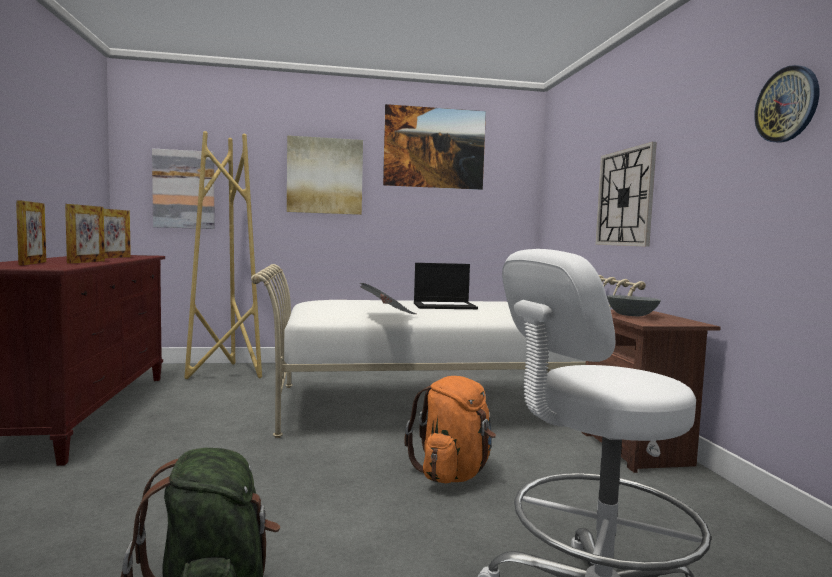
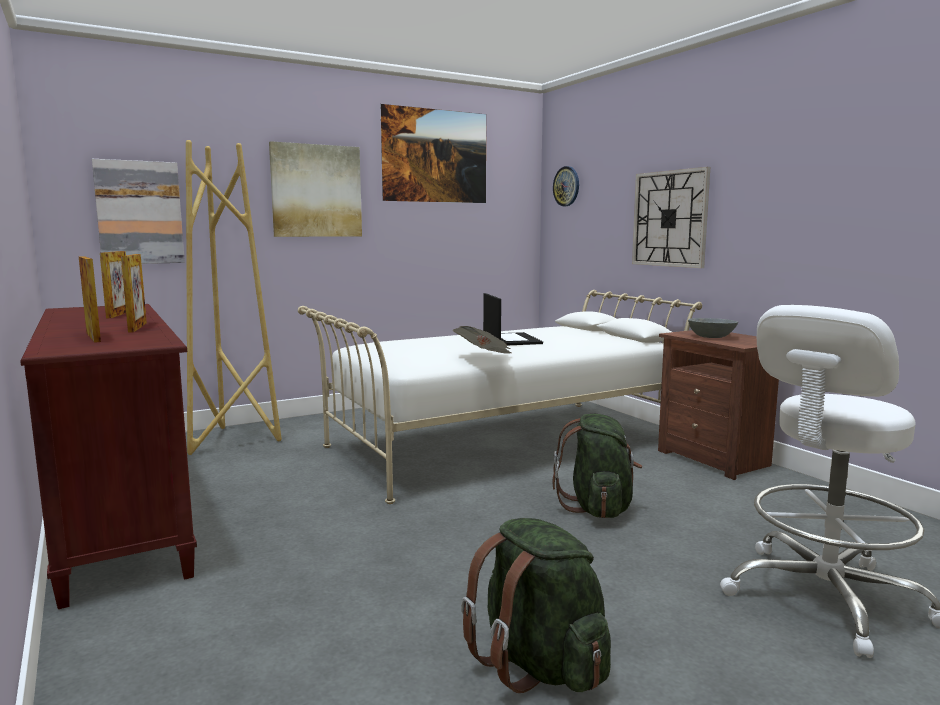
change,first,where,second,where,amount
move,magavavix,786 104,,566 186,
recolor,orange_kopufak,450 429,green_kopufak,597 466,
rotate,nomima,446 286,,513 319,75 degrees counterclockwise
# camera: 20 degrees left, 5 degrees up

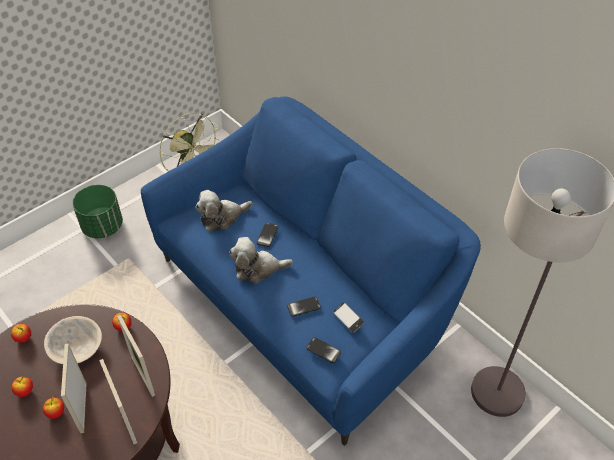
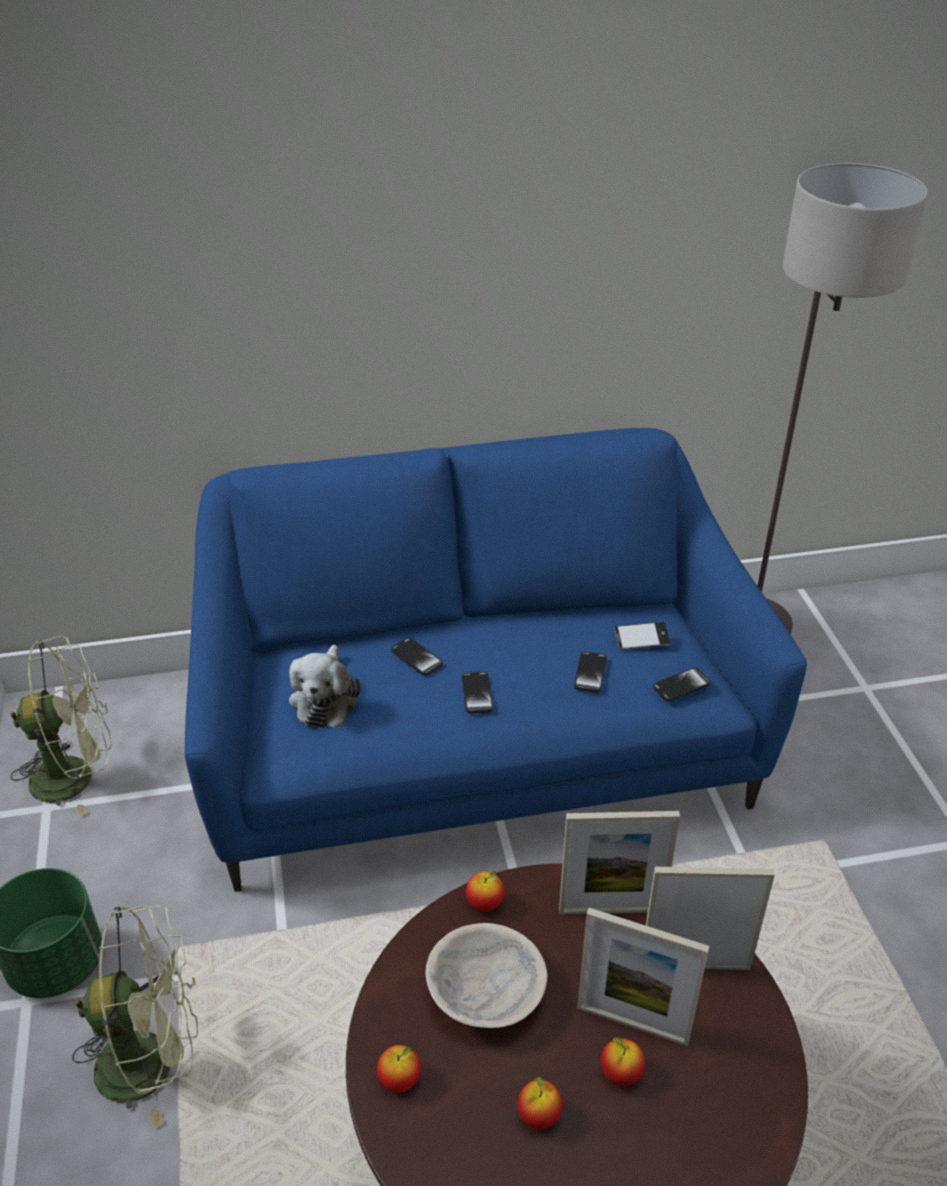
change,first,where,second,where,amount
insert,,,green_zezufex,135 1016,
replace,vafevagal,261 260,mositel,477 693,
# camera: 60 degrees left, 10 degrees down

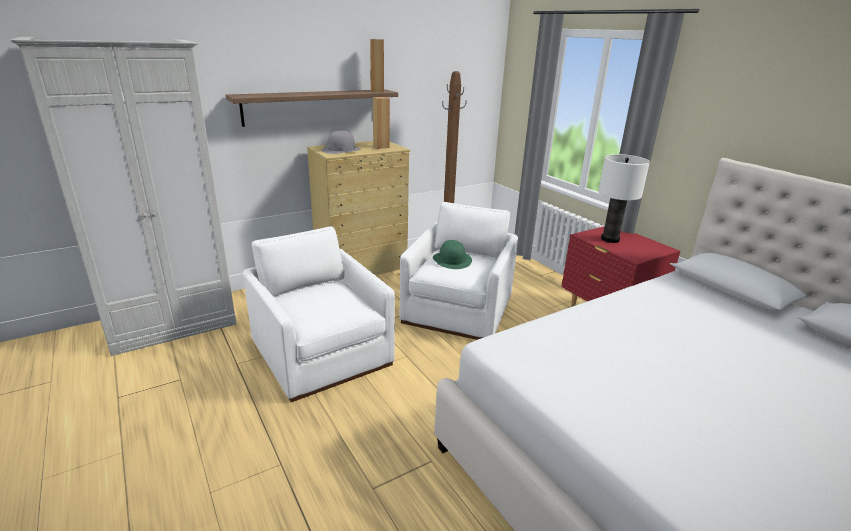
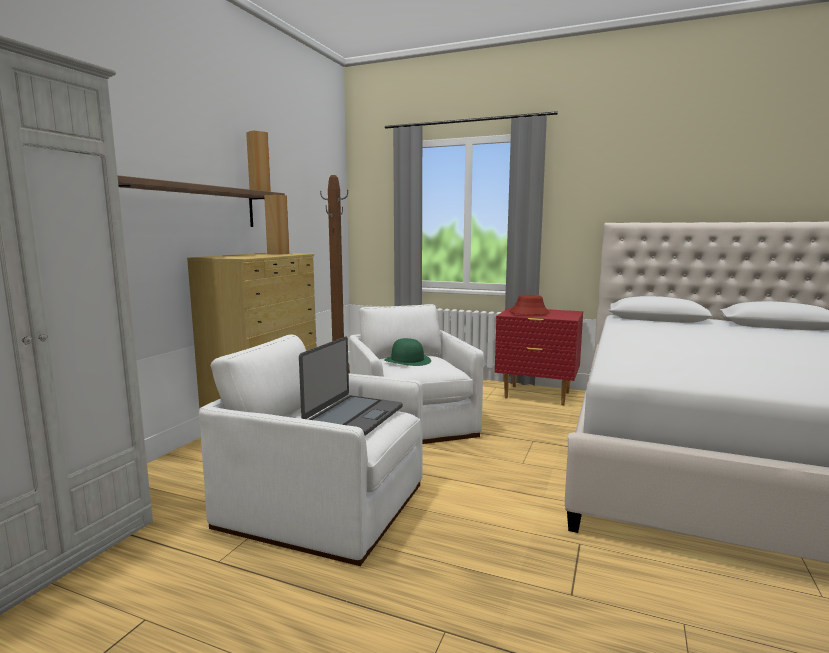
change,first,where,second,where,amount
delete,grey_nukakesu,341 142,,,
insert,,,nomima,351 386,
replace,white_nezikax,624 198,red_nukakesu,529 305,
# camera: 35 degrees left, 15 degrees down

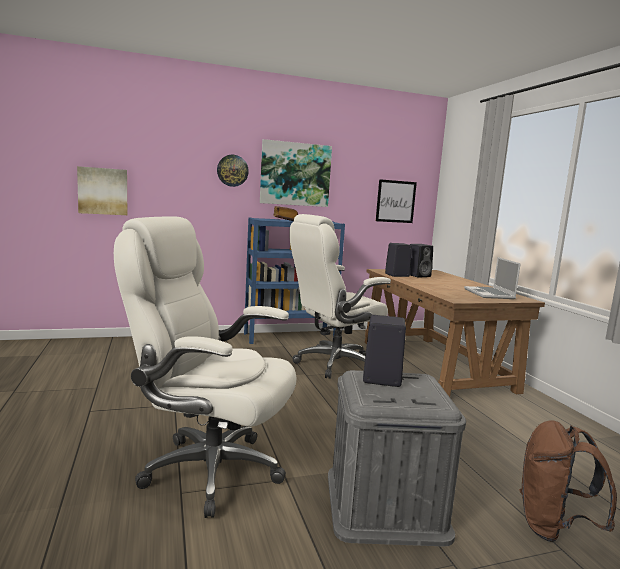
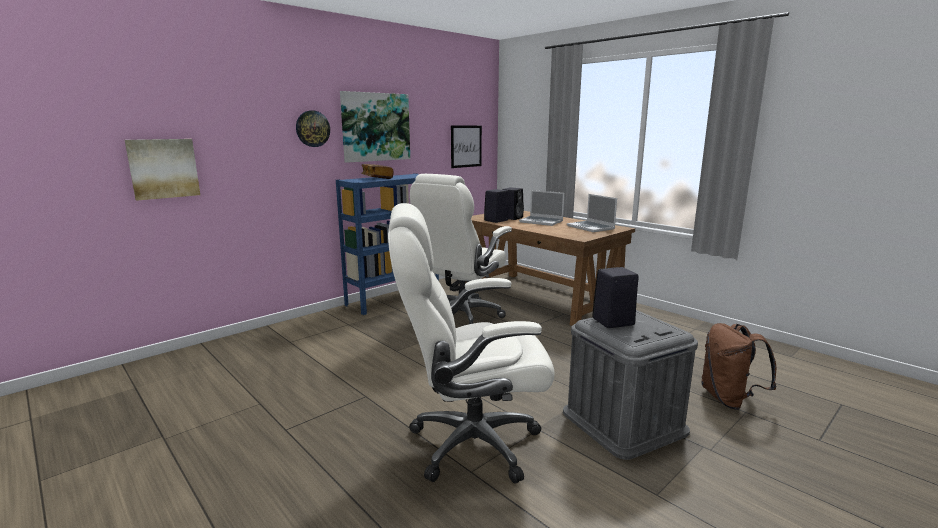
change,first,where,second,where,amount
insert,,,nomima,541 208,
# camera: 25 degrees left, 5 degrees up

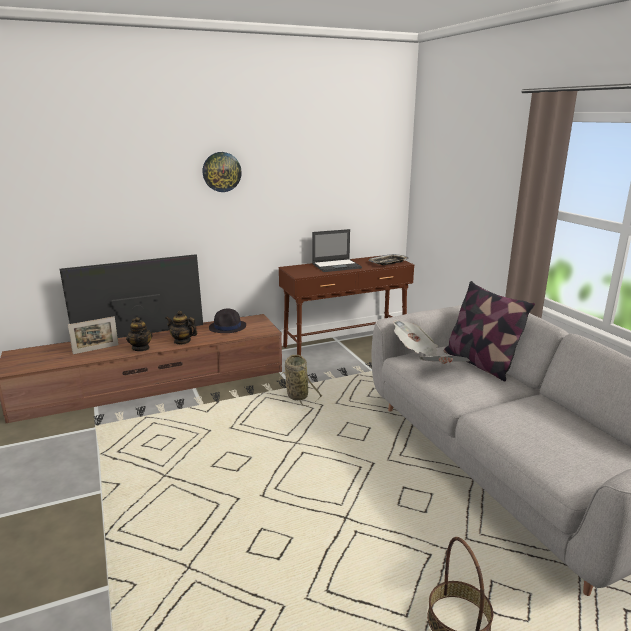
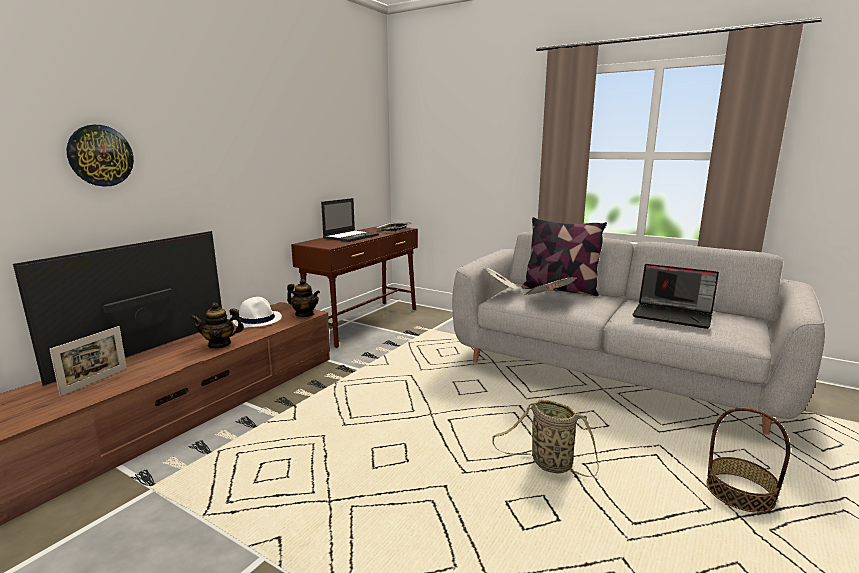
change,first,where,second,where,amount
insert,,,nomima,675 296,
move,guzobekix,139 334,,303 298,
move,magavavix,222 172,,100 156,
move,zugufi,300 380,,545 438,
recolor,black_nukakesu,227 320,white_nukakesu,257 312,
# camera: 35 degrees left, 5 degrees down

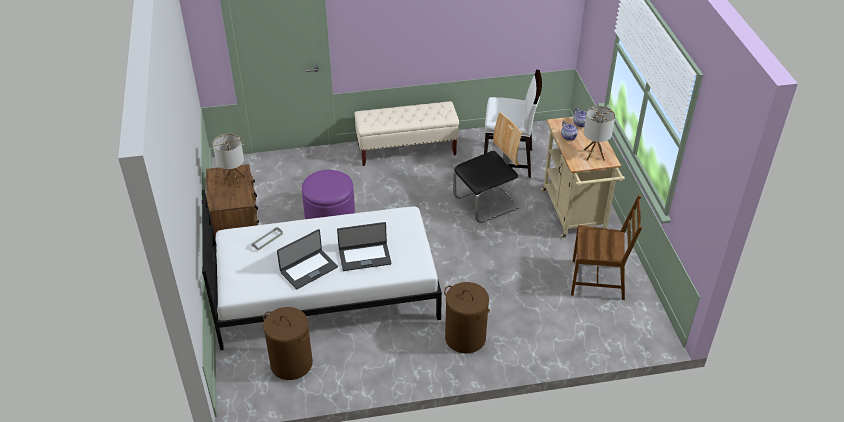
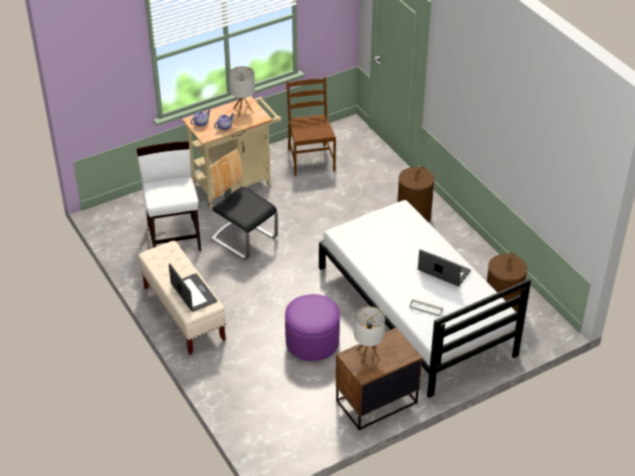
change,first,where,second,where,amount
move,nomima,364 246,,193 288,
# camera: 110 degrees left, 0 degrees up

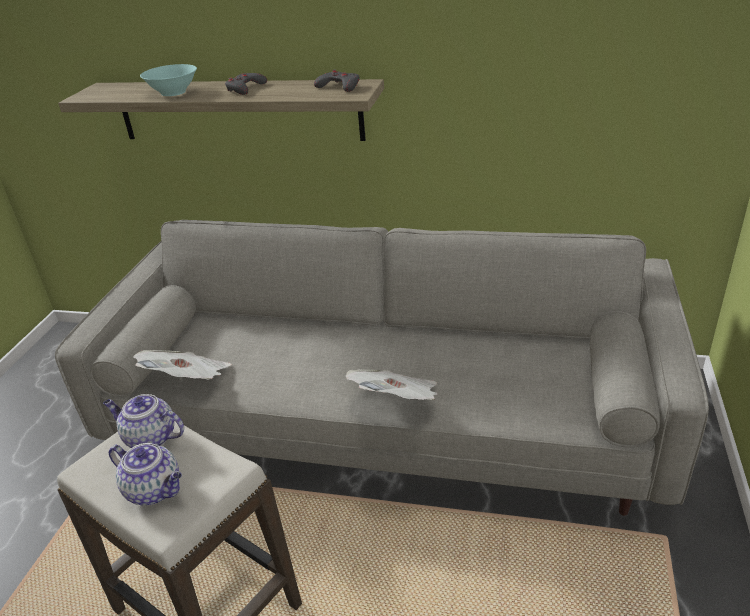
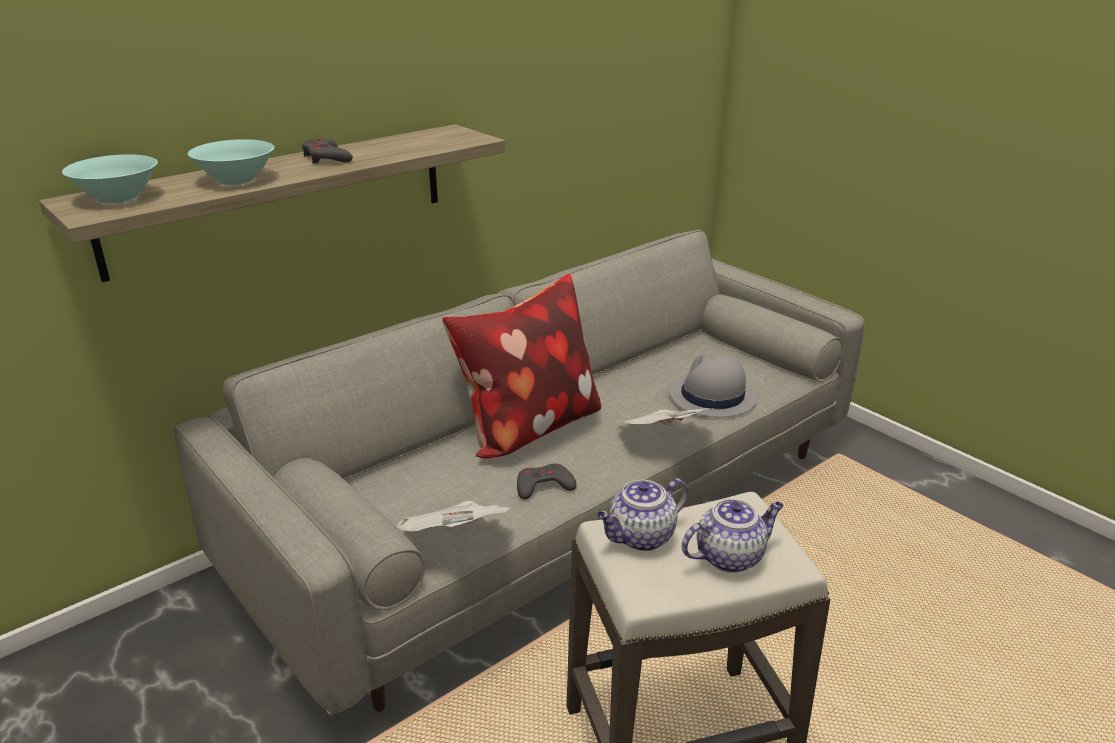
change,first,where,second,where,amount
insert,,,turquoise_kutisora,110 179,
insert,,,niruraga,521 366,
insert,,,grey_nukakesu,713 385,
move,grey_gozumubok,337 81,,546 481,
# camera: 55 degrees left, 5 degrees down

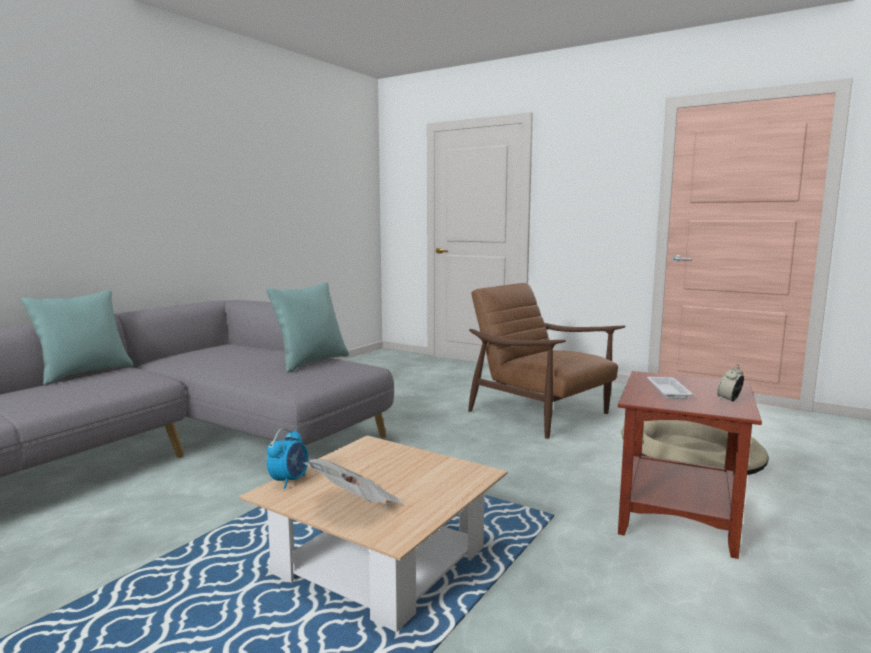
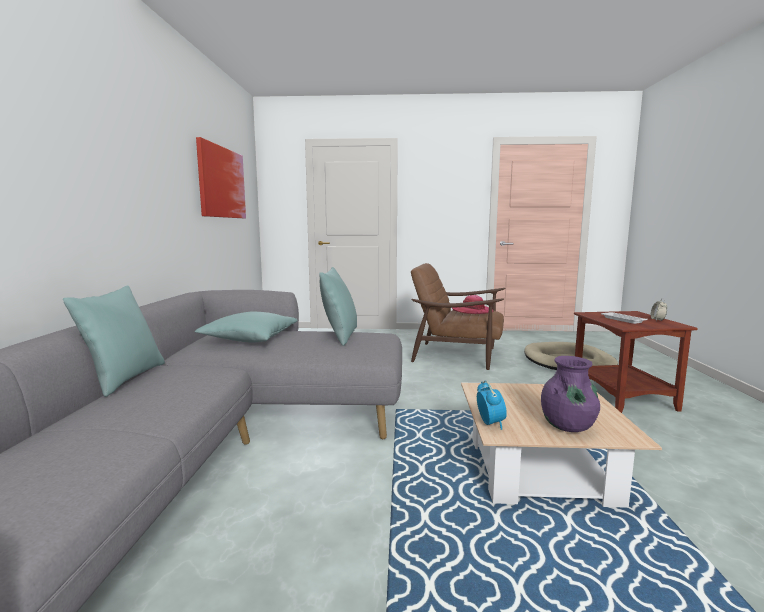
change,first,where,second,where,amount
insert,,,turquoise_niruraga,246 327,
insert,,,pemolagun,221 177,
insert,,,nukakesu,472 304,
replace,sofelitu,354 481,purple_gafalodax,570 394,
# camera: 30 degrees left, 0 degrees up

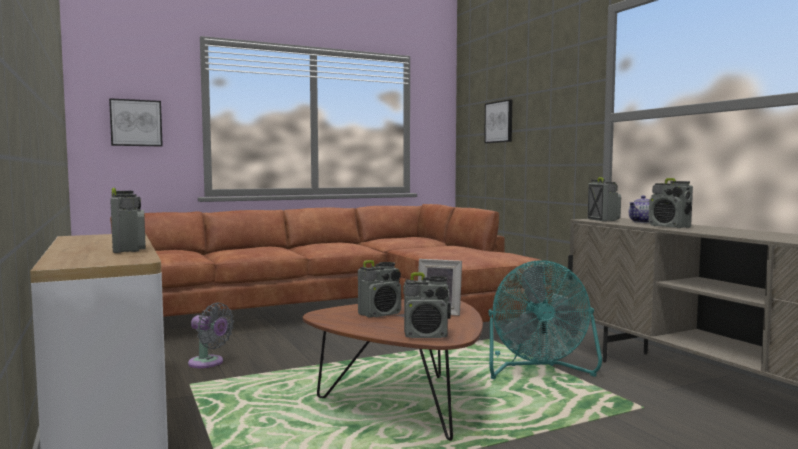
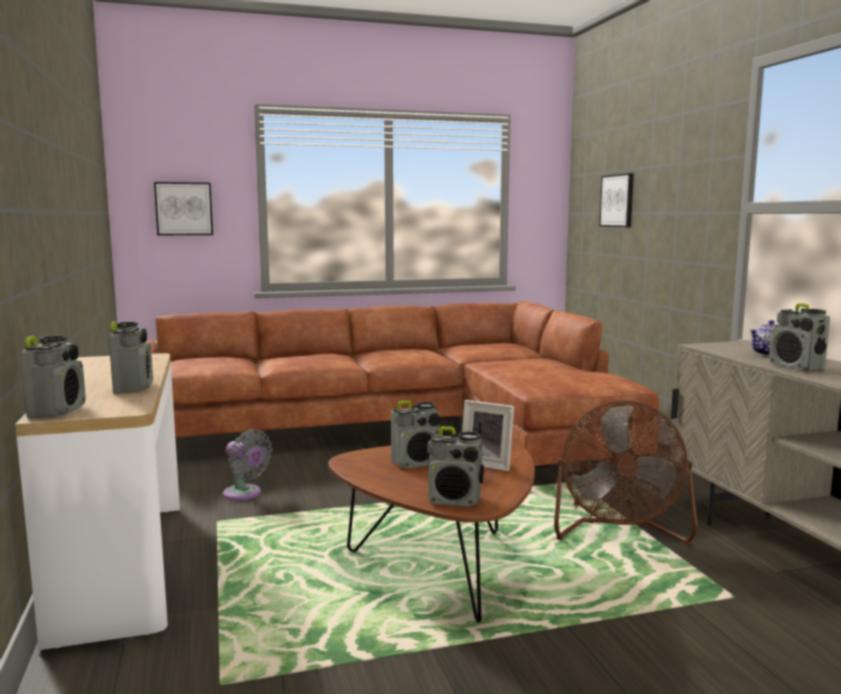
change,first,where,second,where,amount
move,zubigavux,604 199,,53 377,
recolor,turquoise_zezufex,545 319,brown_zezufex,626 473,
# camera: 10 degrees right, 5 degrees up

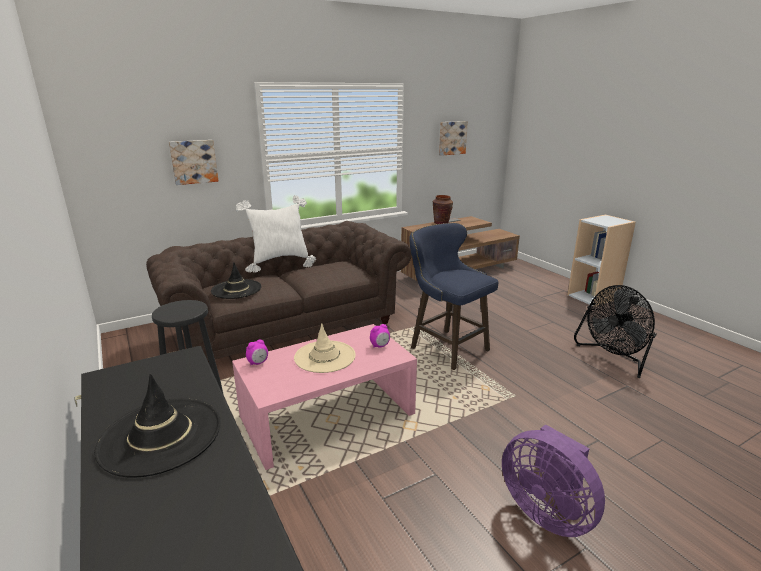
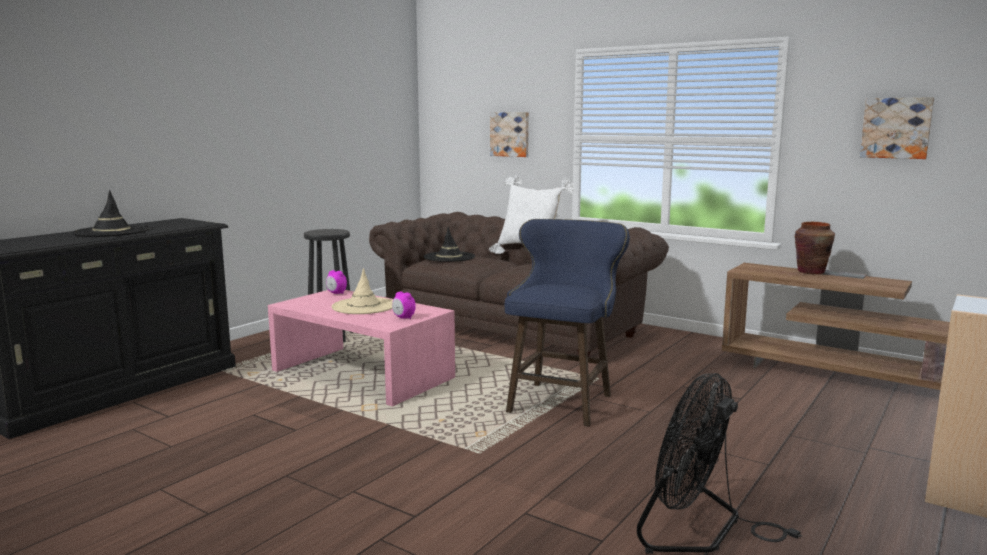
change,first,where,second,where,amount
delete,purple_zezufex,553 480,,,
# camera: 65 degrees right, 10 degrees down

